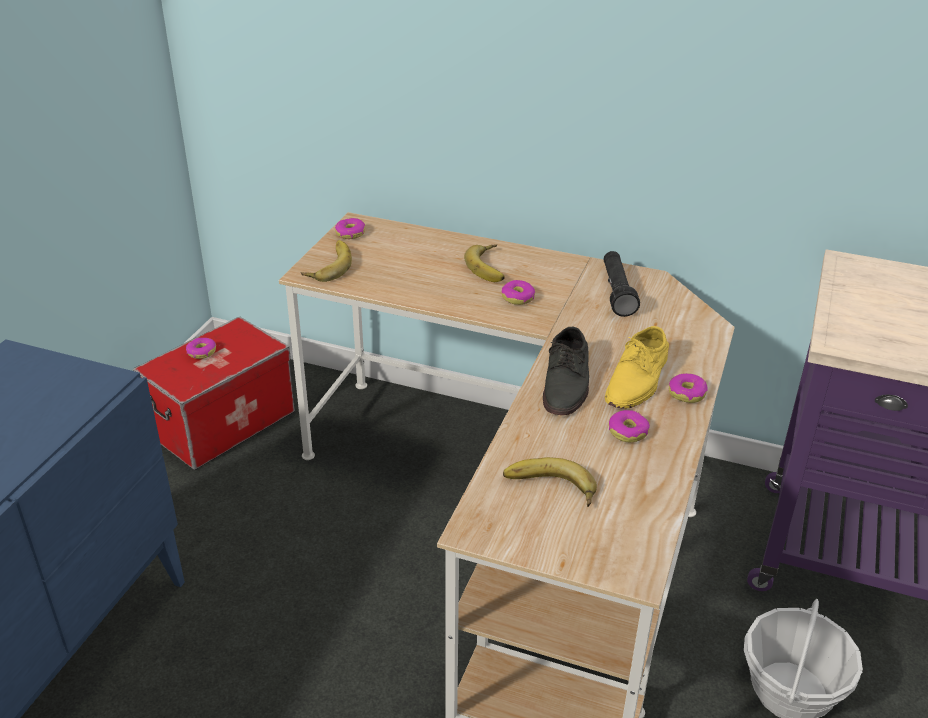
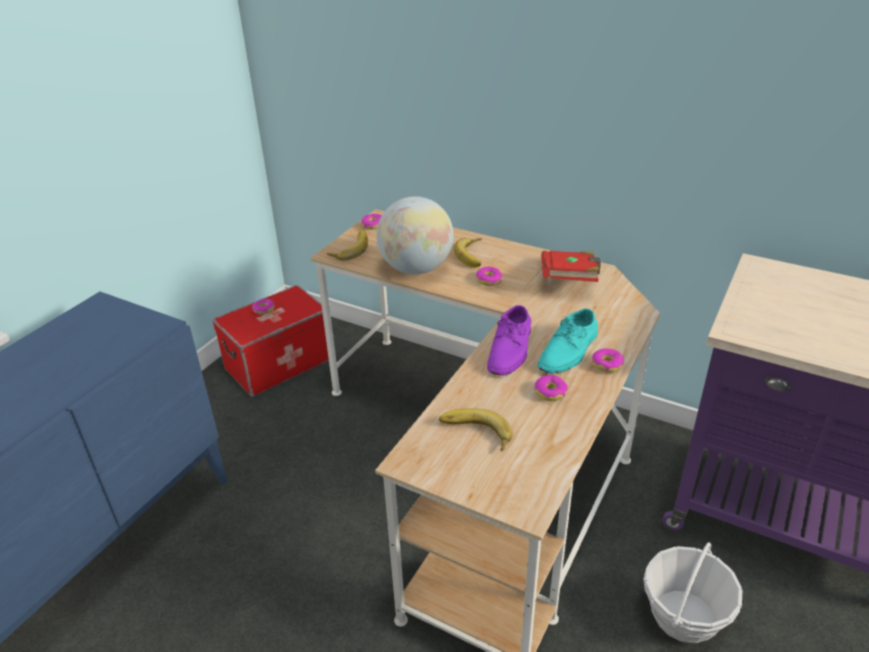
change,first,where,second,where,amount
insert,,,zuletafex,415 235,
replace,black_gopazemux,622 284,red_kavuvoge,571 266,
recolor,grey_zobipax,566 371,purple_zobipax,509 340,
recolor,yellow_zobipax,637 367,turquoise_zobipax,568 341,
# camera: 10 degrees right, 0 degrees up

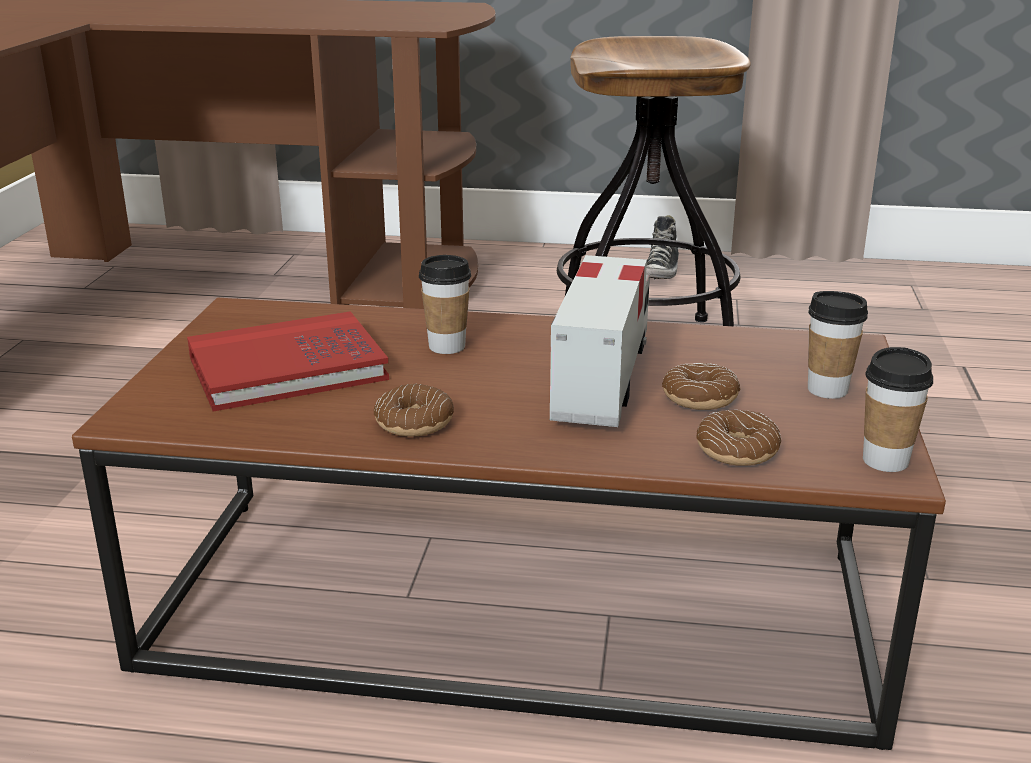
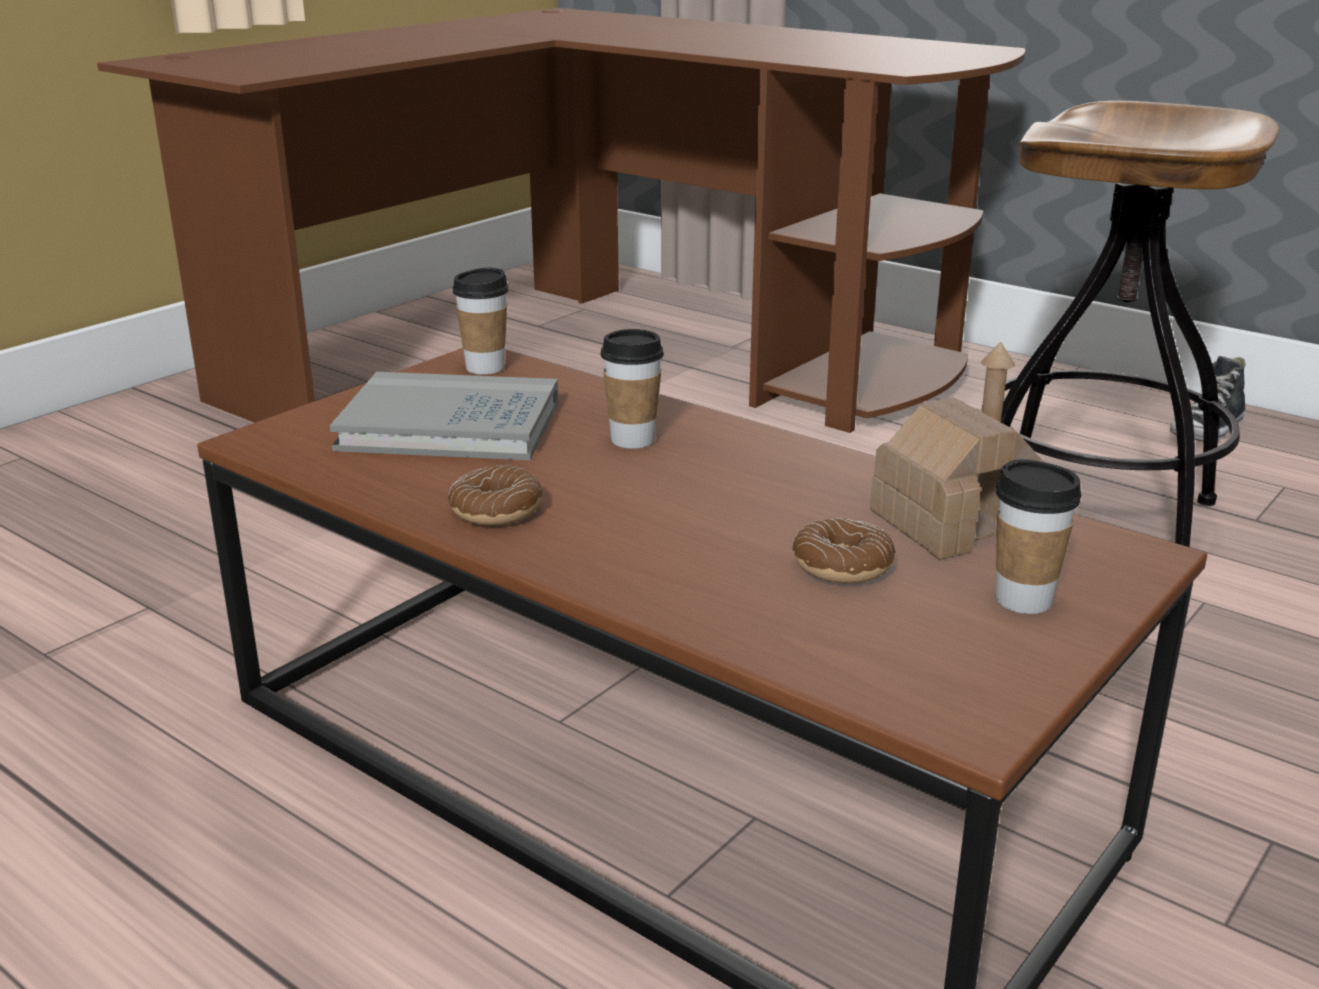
change,first,where,second,where,amount
delete,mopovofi,600 341,,,
delete,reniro,738 438,,,
insert,,,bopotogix,957 451,
move,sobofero,898 409,,481 321,
recolor,red_kavuvoge,288 361,grey_kavuvoge,444 416,
# camera: 30 degrees right, 0 degrees up

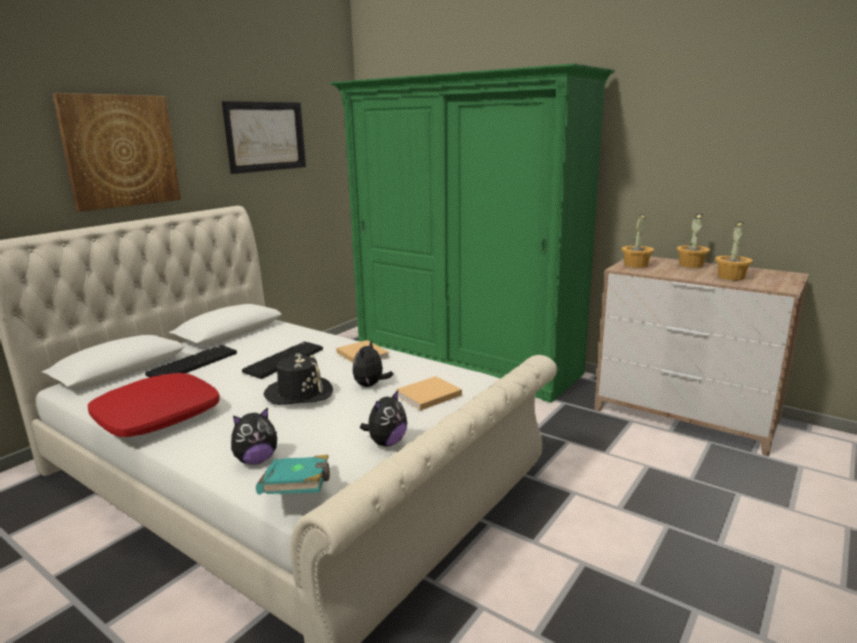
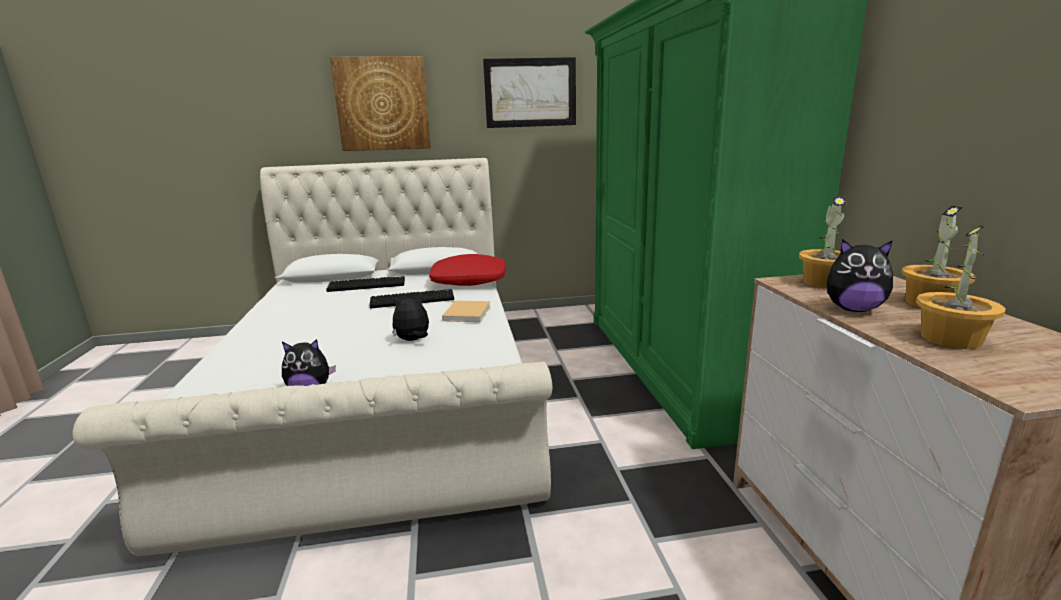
change,first,where,second,where,amount
delete,turquoise_kavuvoge,293 475,,,
delete,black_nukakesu,298 379,,,
delete,beige_kavuvoge,428 393,,,
move,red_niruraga,154 405,,467 270,
move,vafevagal,254 436,,860 275,
# camera: 45 degrees right, 0 degrees up

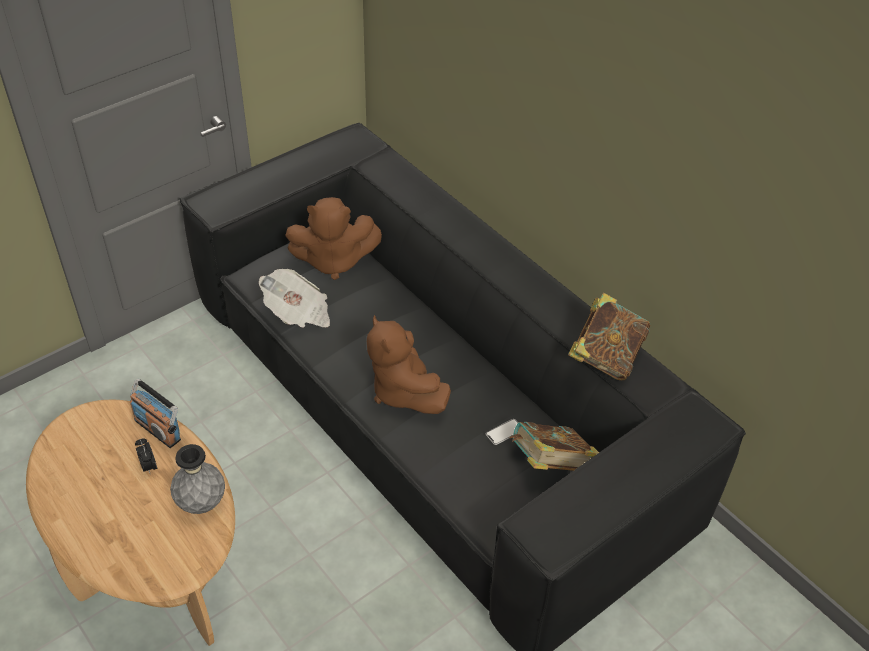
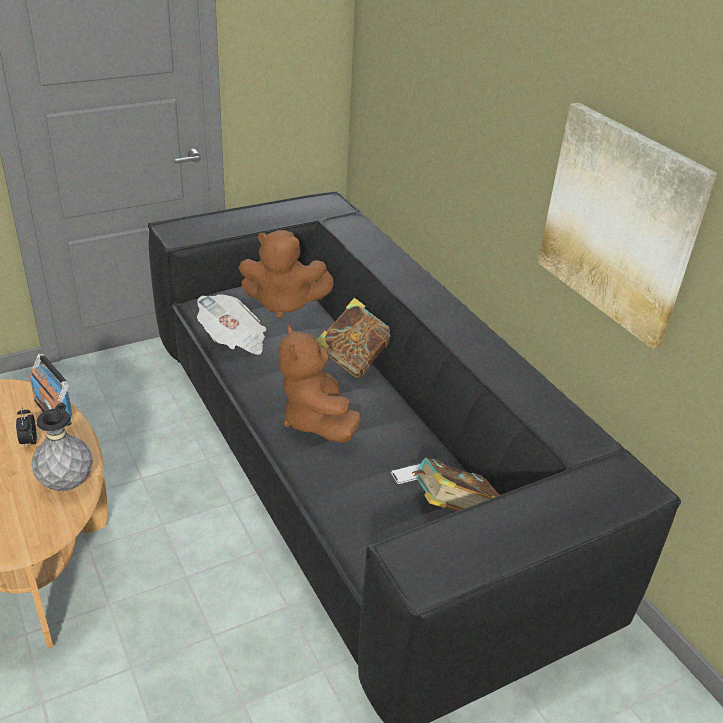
change,first,where,second,where,amount
insert,,,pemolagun,627 225,
move,kavuvoge,609 336,,353 338,
# camera: 10 degrees right, 10 degrees down

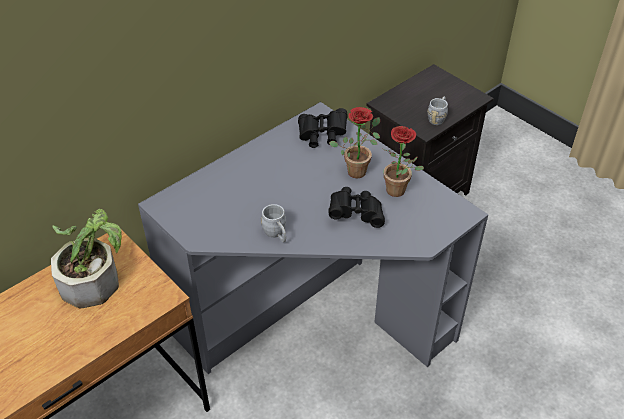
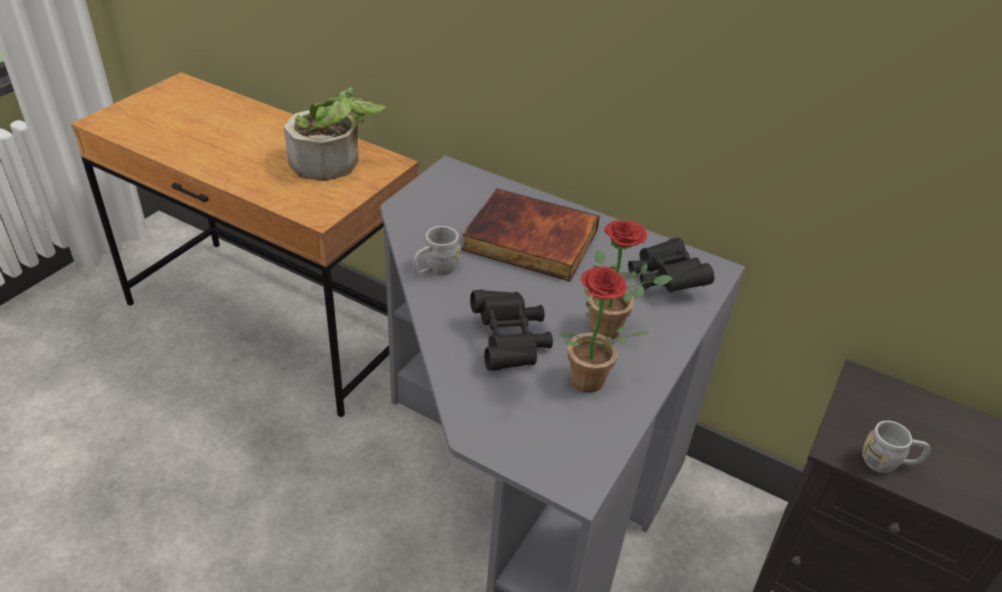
change,first,where,second,where,amount
insert,,,kavuvoge,531 234,
# camera: 70 degrees right, 5 degrees down

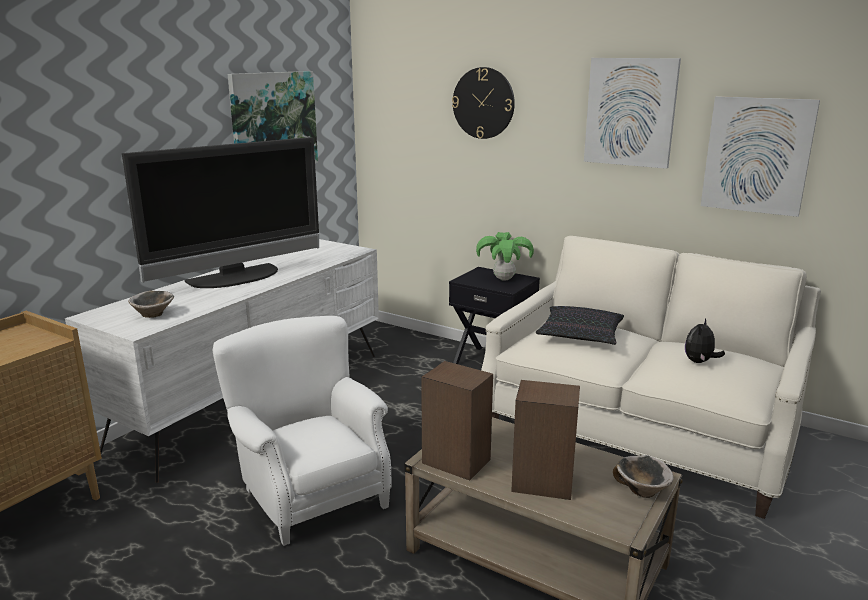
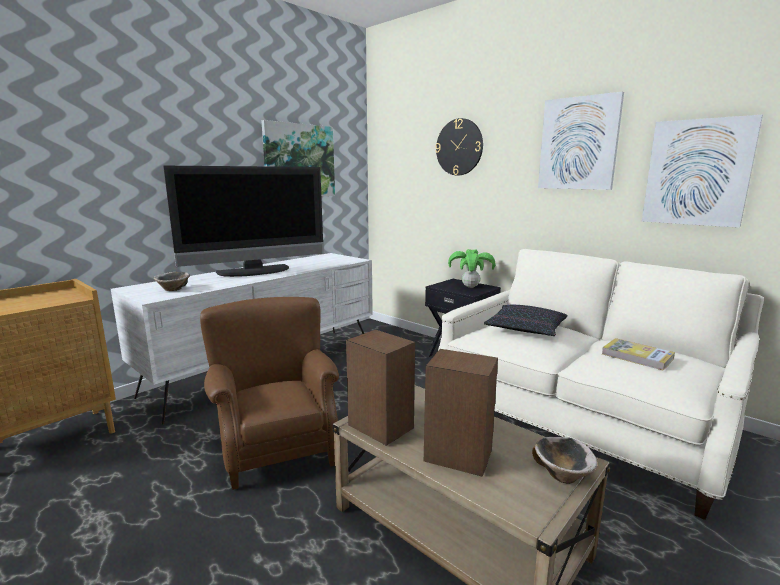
change,first,where,second,where,amount
replace,vafevagal,705 340,kavuvoge,638 354,
recolor,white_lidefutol,302 431,brown_lidefutol,269 393,
# camera: 10 degrees right, 5 degrees down

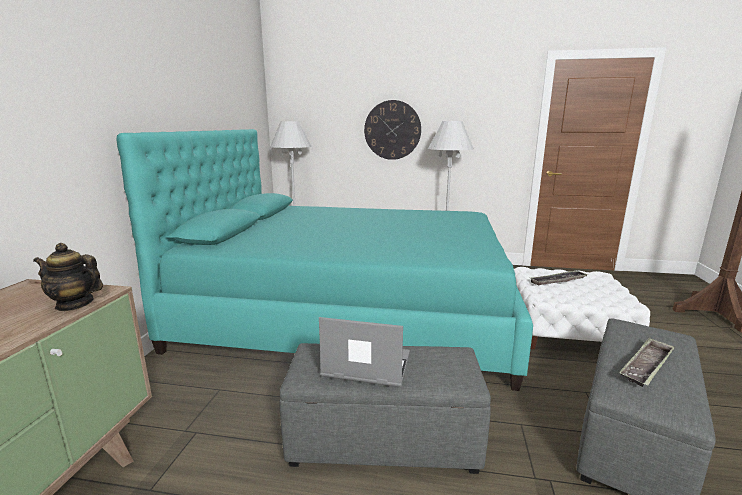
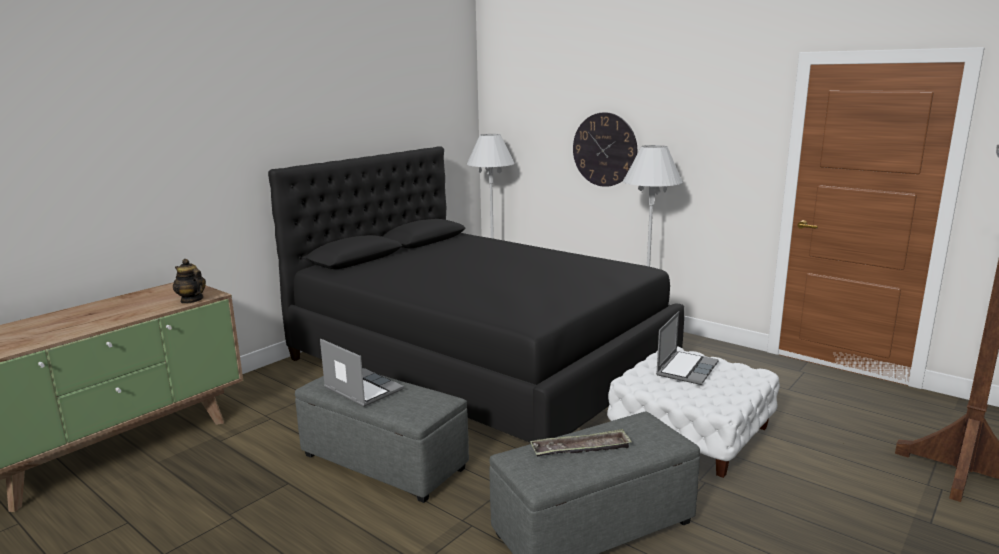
change,first,where,second,where,amount
replace,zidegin,560 278,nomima,687 348,
recolor,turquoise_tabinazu,324 260,black_tabinazu,476 294,
# camera: 30 degrees right, 0 degrees up

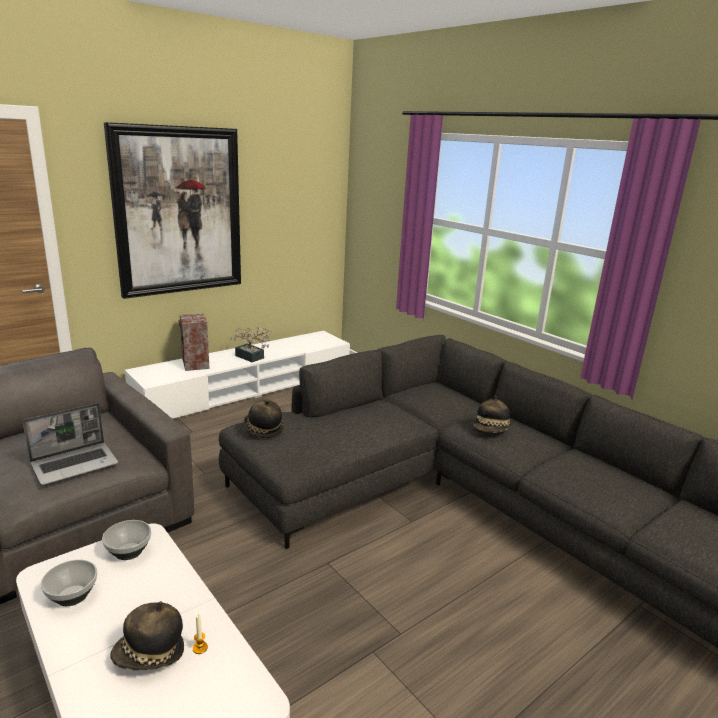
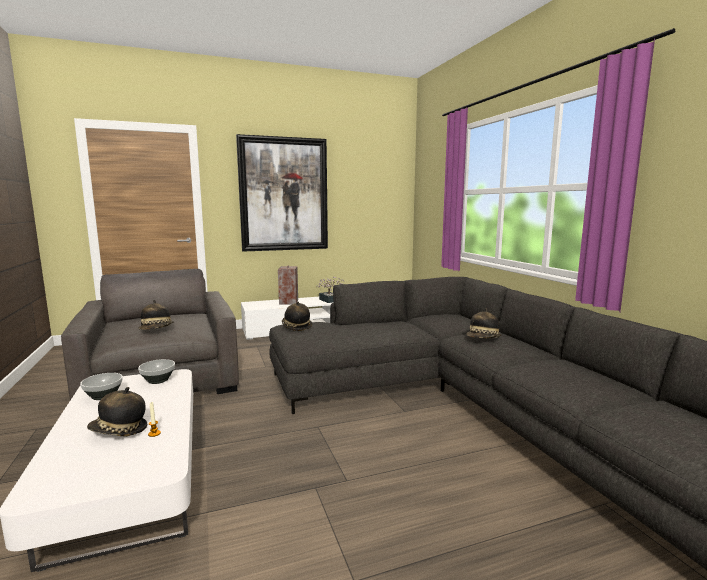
change,first,where,second,where,amount
replace,nomima,71 444,nukakesu,156 315,
# camera: 20 degrees right, 10 degrees down

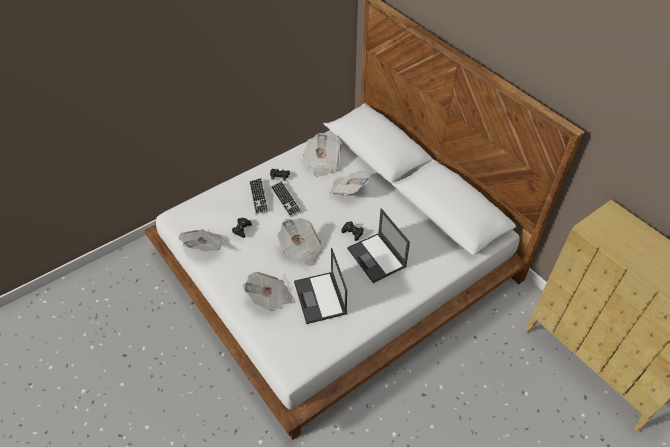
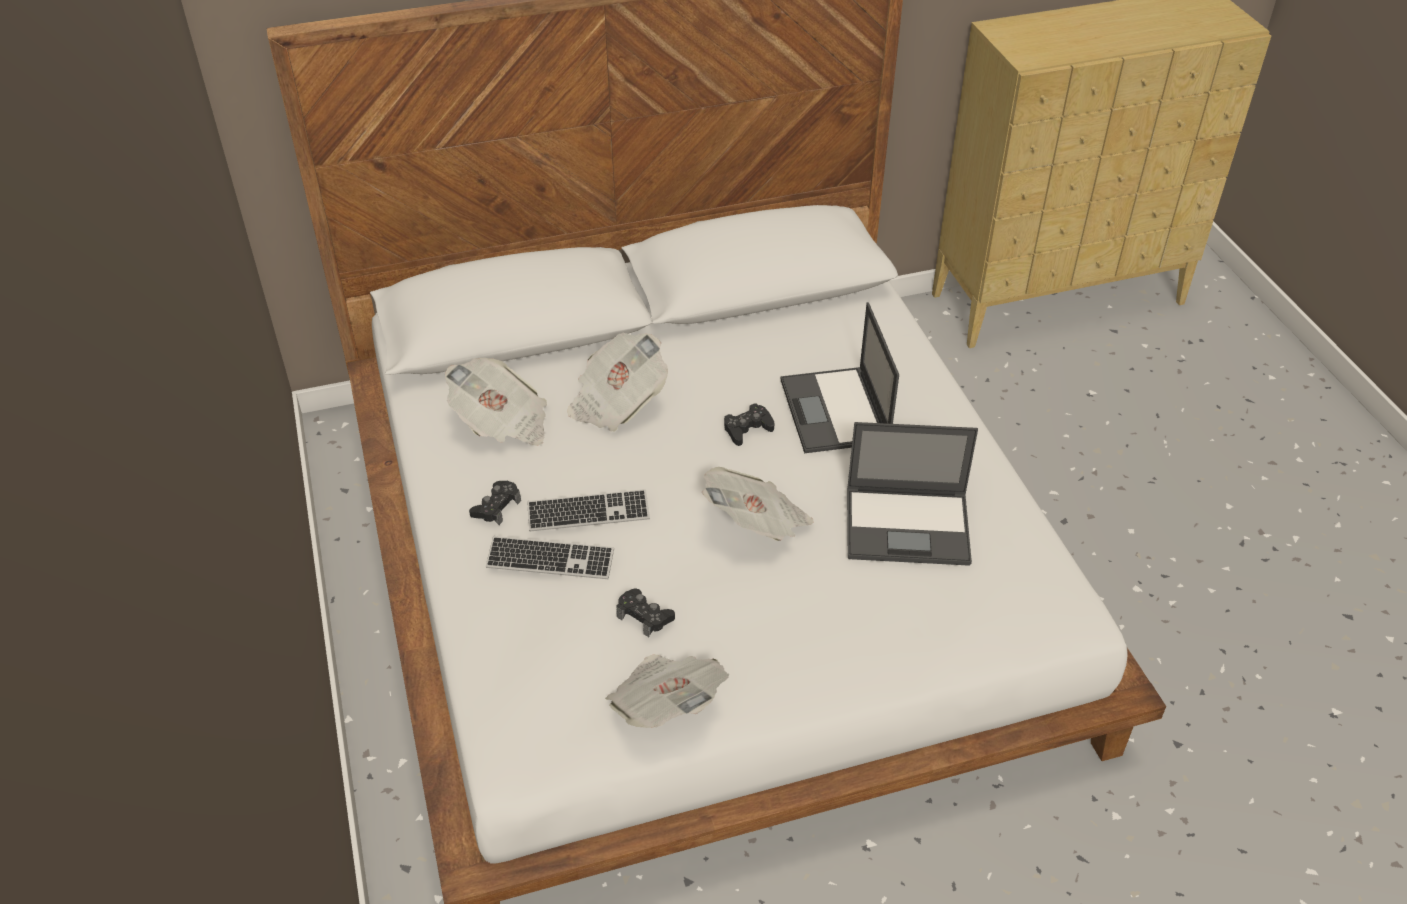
change,first,where,second,where,amount
delete,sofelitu,269 291,,,
rotate,nomima,378 245,,840 377,90 degrees clockwise
# camera: 70 degrees left, 5 degrees down

